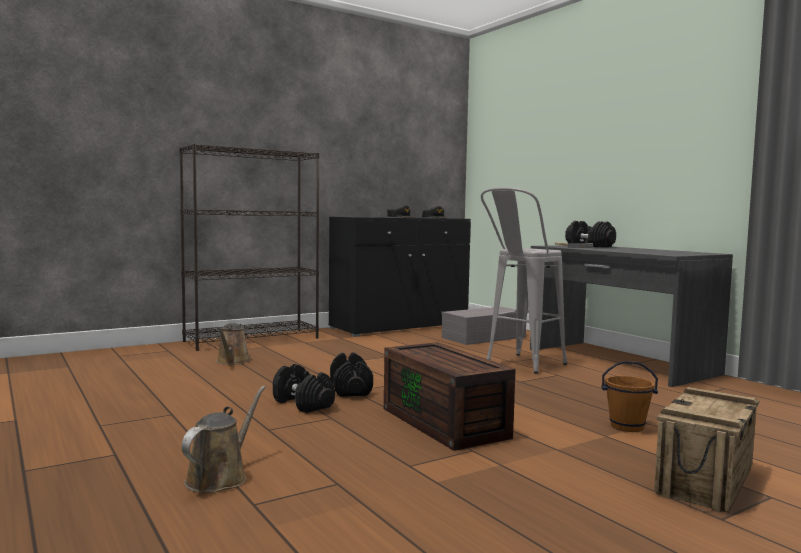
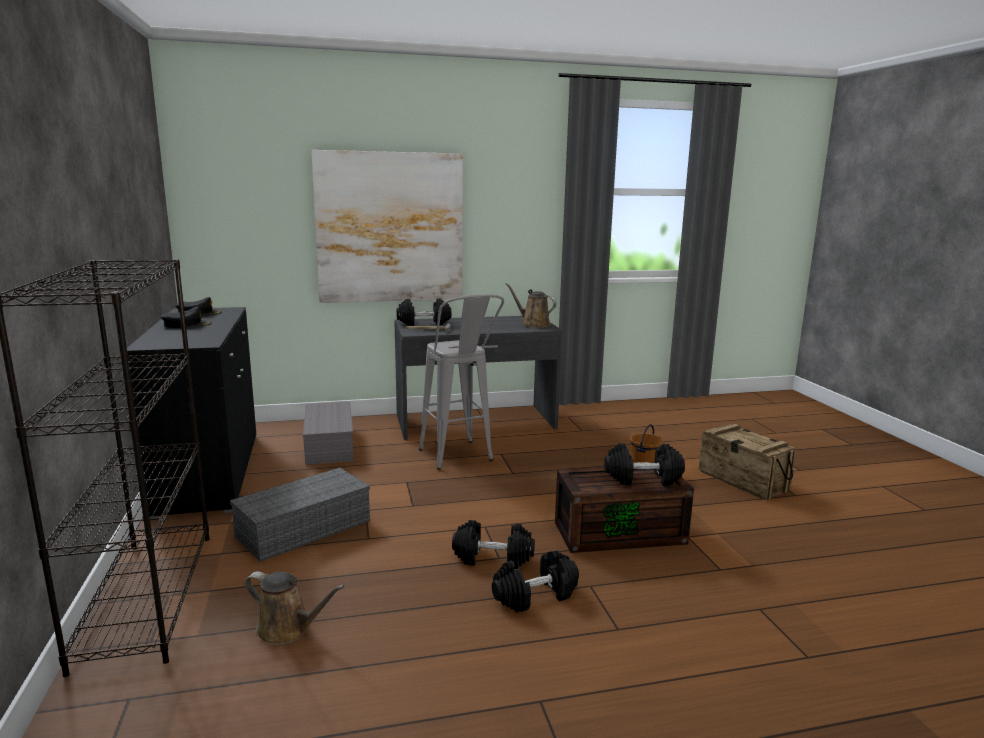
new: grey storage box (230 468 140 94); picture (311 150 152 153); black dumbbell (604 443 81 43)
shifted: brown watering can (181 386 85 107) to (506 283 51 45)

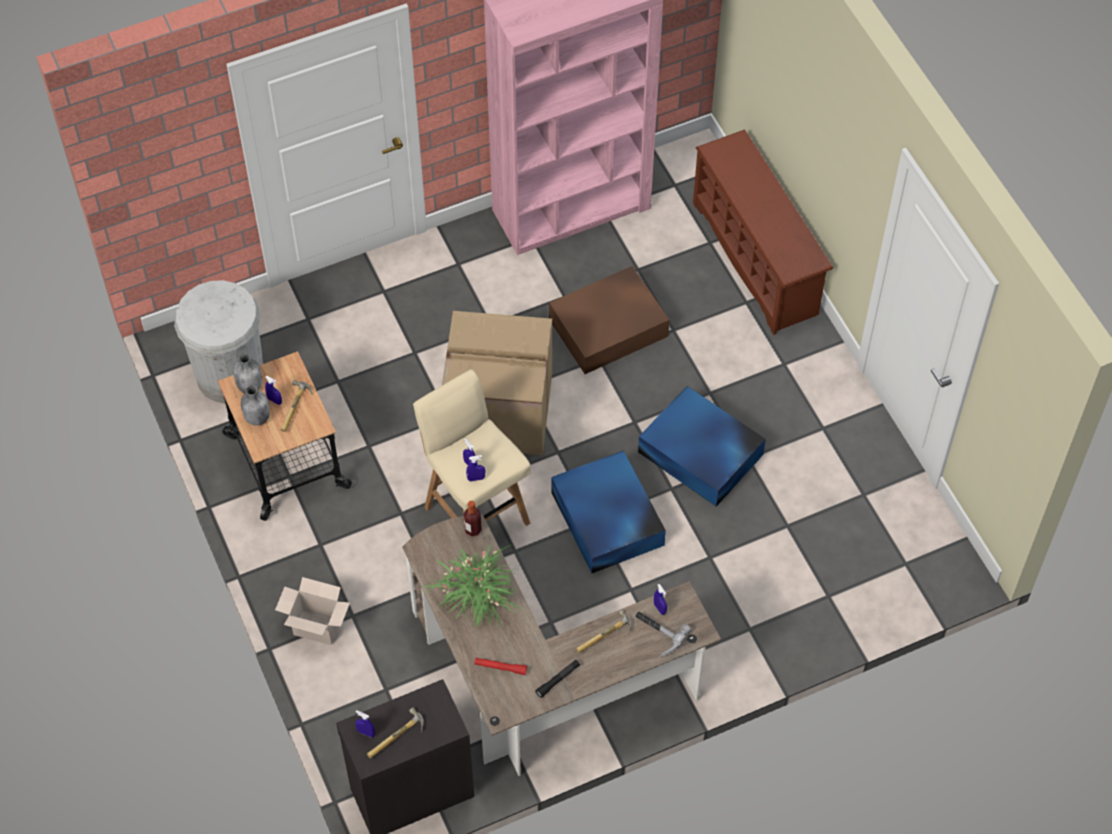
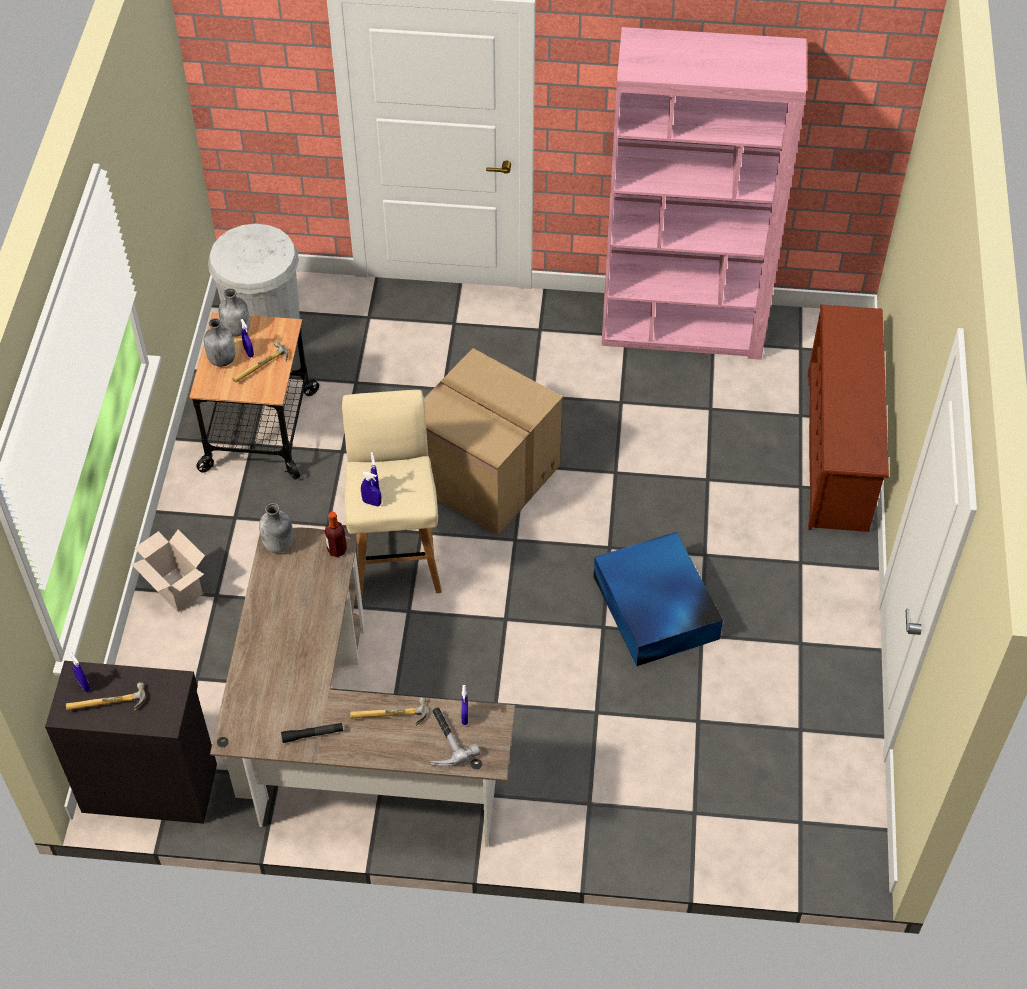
gone: potted plant (423 544 99 84); red flashlight (475 658 52 17); brown storage box (549 266 121 108); blue storage box (551 450 115 123)
new: grey bottle (259 503 34 50)

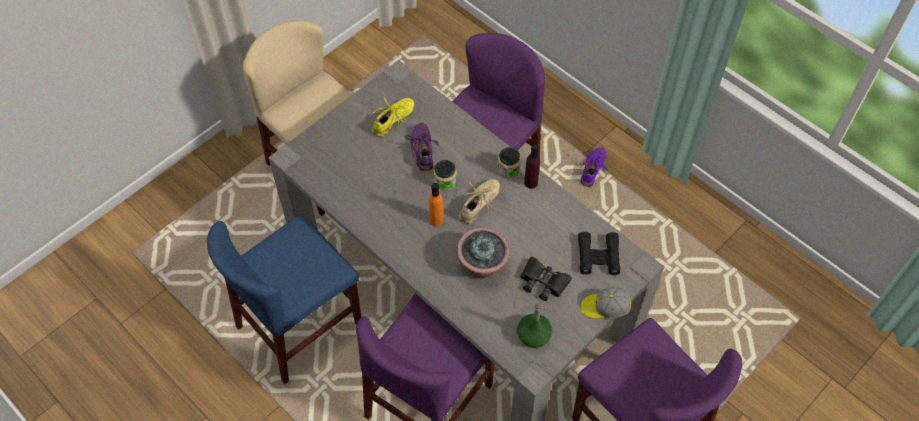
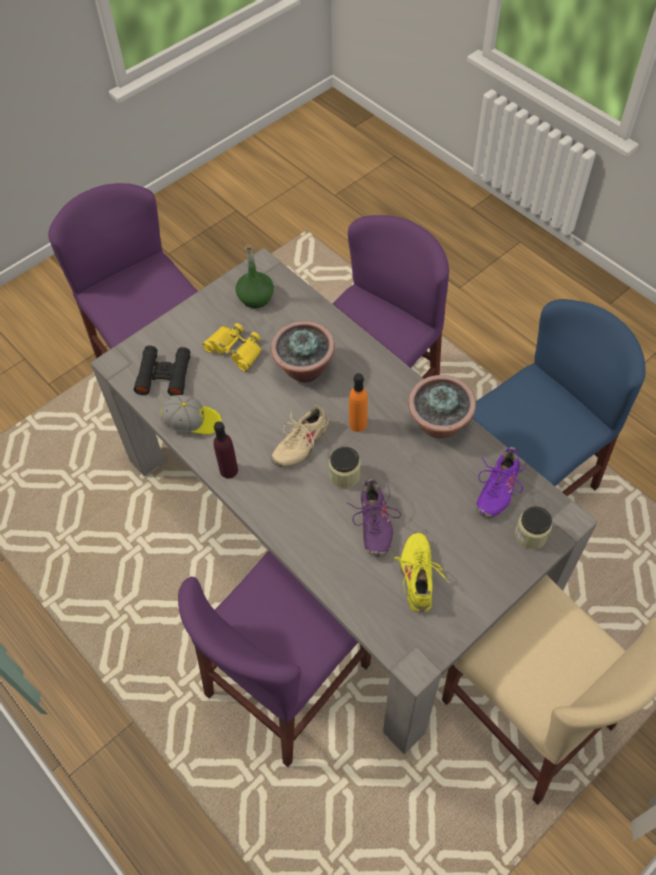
new: potted plant (408 375 68 63)
shifted: cap (581 287 50 31) to (160 395 62 40); purple shoe (579 148 28 39) to (476 447 51 71); jar (497 147 24 31) to (515 506 37 43)
repainted: black binoculars (520 257 52 44) to yellow binoculars (202 323 60 48)
rotated: yellow shoe (371 96 44 41) = (394 532 55 81) 135 degrees clockwise

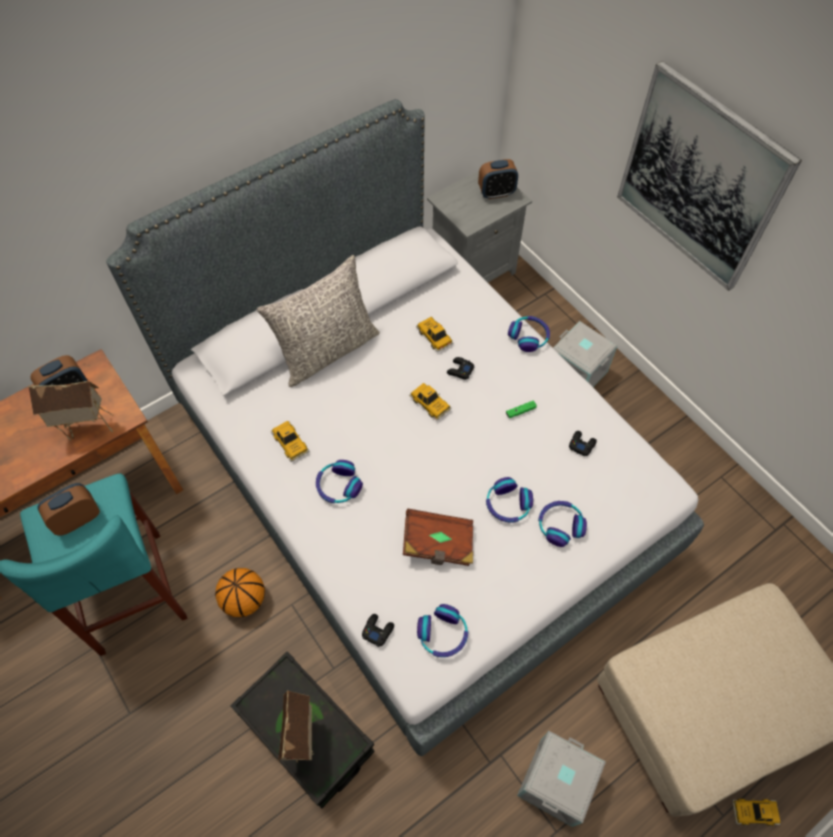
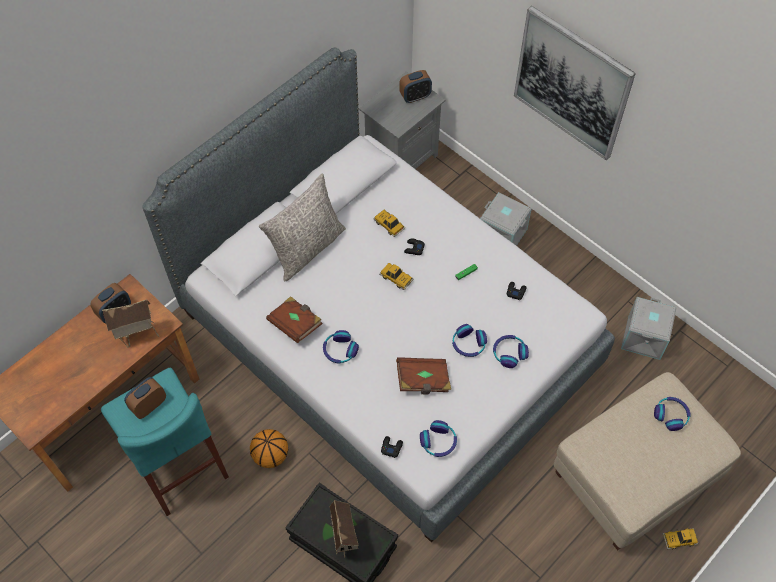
shifted: grey storage box (517 731 89 96) to (621 297 56 63); headphones (508 316 42 36) to (654 397 36 34)
swapped: toy car (271 421 38 41) to brown book (266 296 57 47)

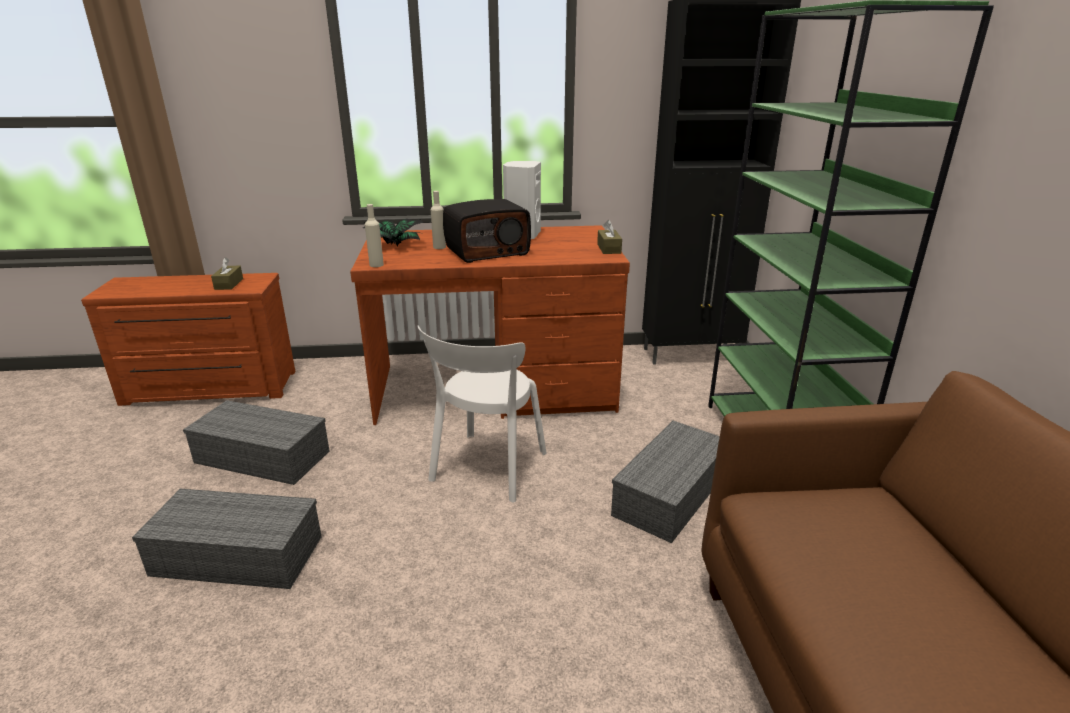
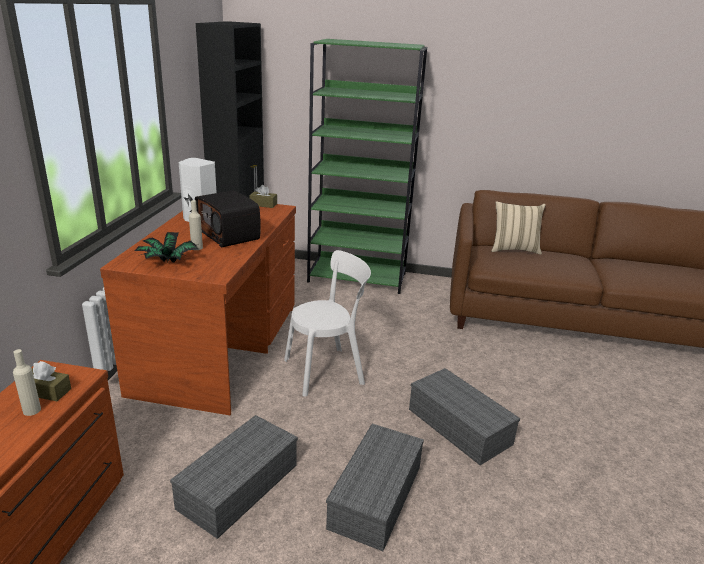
new: beige pillow (491 201 55 54)
shifted: beige bottle (365 204 19 63) to (13 349 28 67); grey storage box (611 421 109 122) to (409 368 111 97)
rotated: radio (443 199 88 64) = (195 191 66 56) 150 degrees clockwise; white chair (417 325 130 178) = (284 250 87 147) 60 degrees counterclockwise

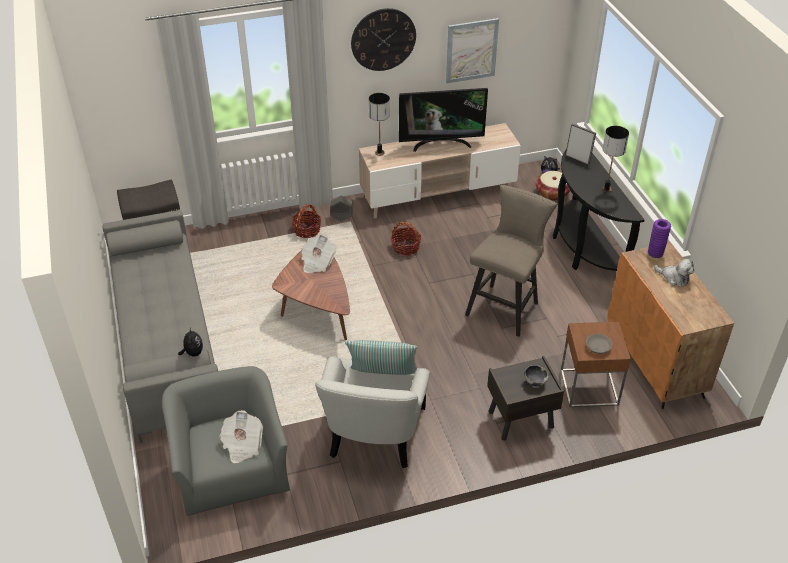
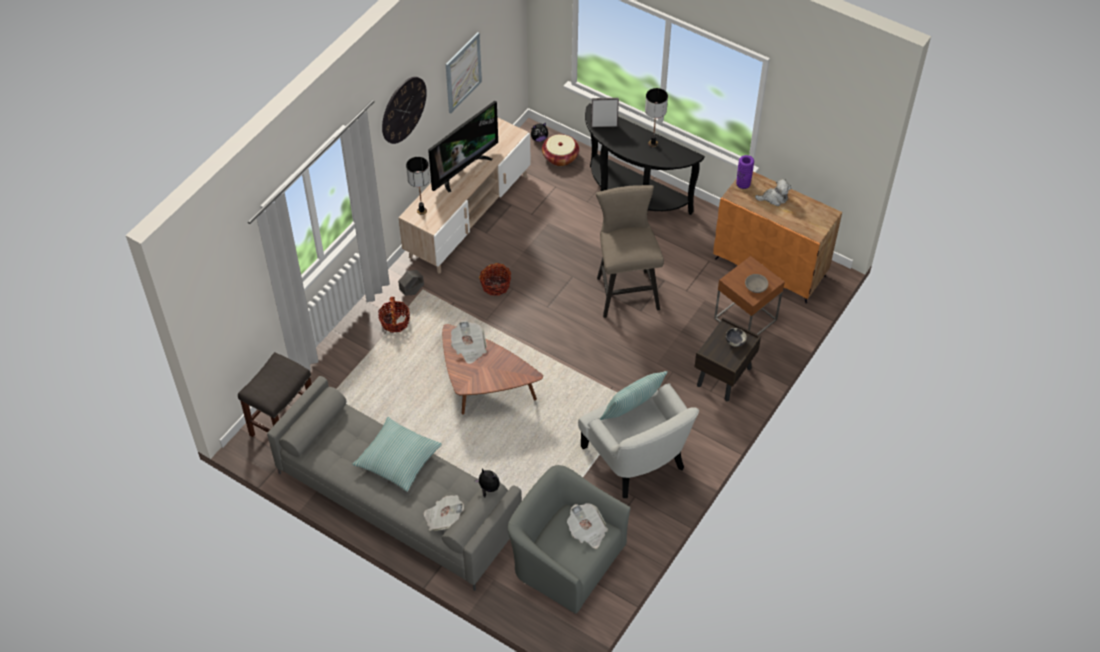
new: pillow (352 417 90 75); newspaper (423 495 41 36)

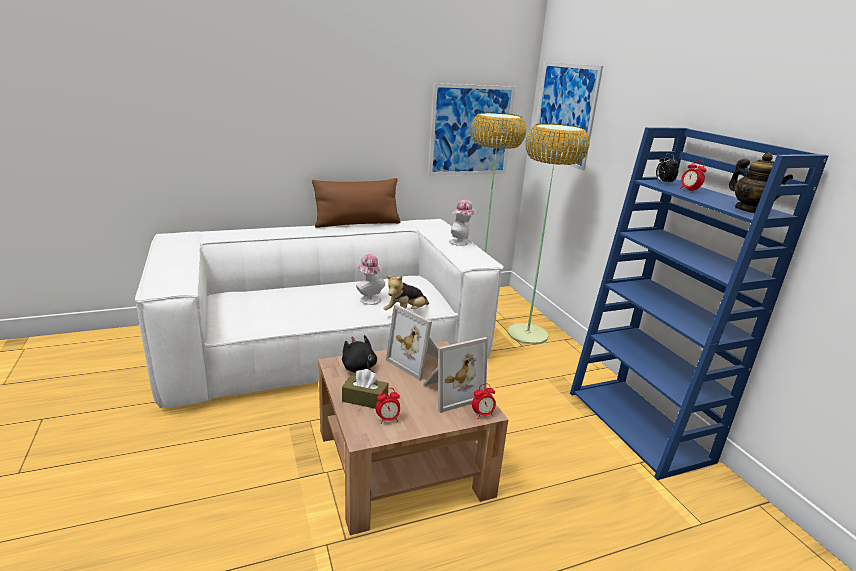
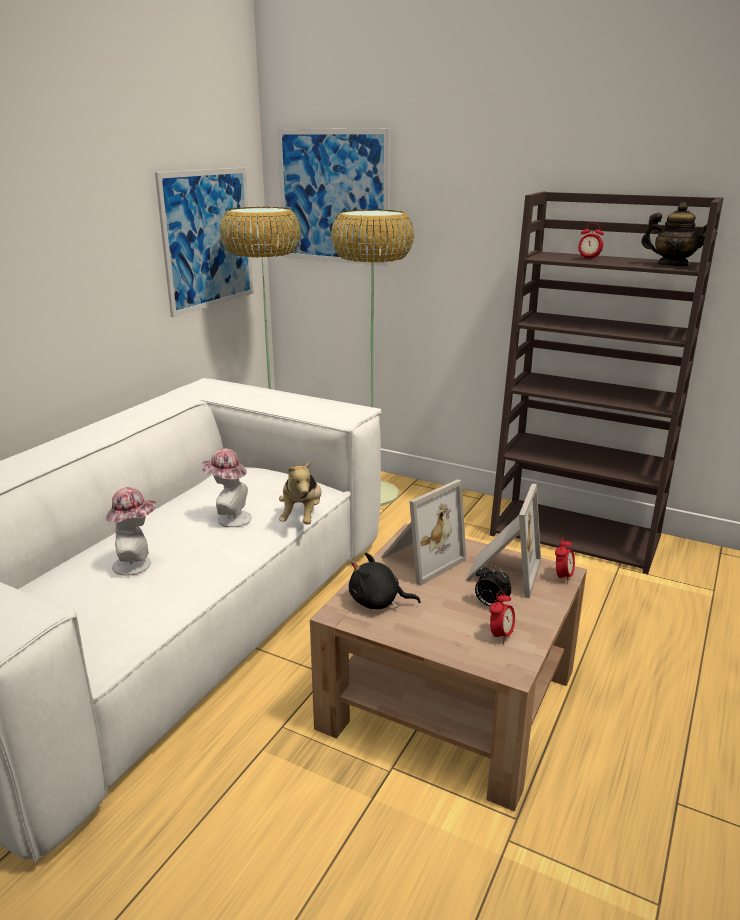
gone: brown pillow (312 178 88 50); brown tissue box (342 369 46 40)
shifted: hat (449 200 29 46) to (106 487 51 89); alarm clock (656 153 22 31) to (475 564 37 42)
repainted: blue bookcase (570 127 259 353) to brown bookcase (490 192 233 382)
rotated: picture frame (386 304 52 76) = (381 479 85 107) 45 degrees counterclockwise

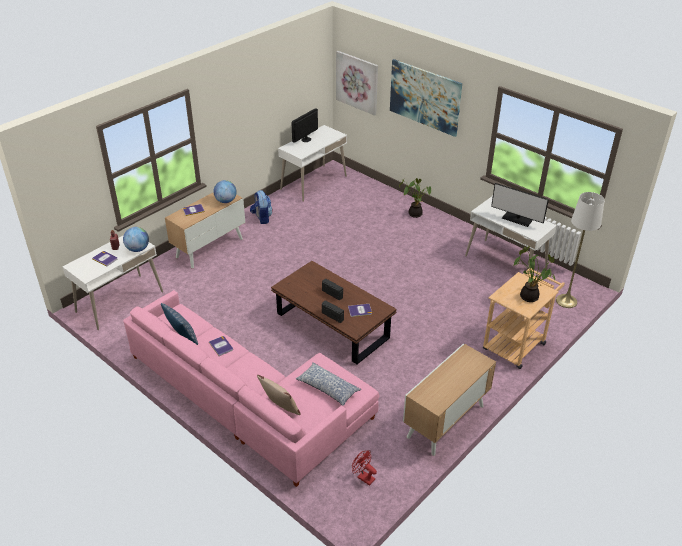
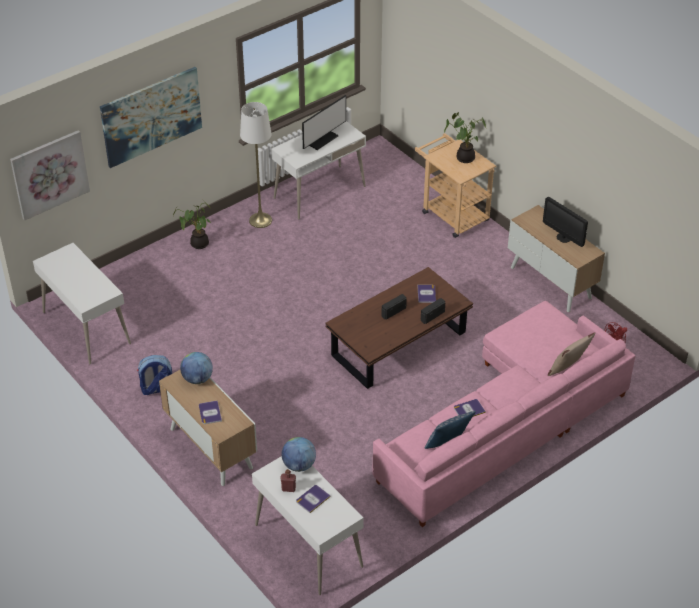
gone: pillow (296 362 65 44)
shifted: white floor lamp (556 192 49 116) to (240 102 32 126); monitor (292 108 26 35) to (543 197 45 50)

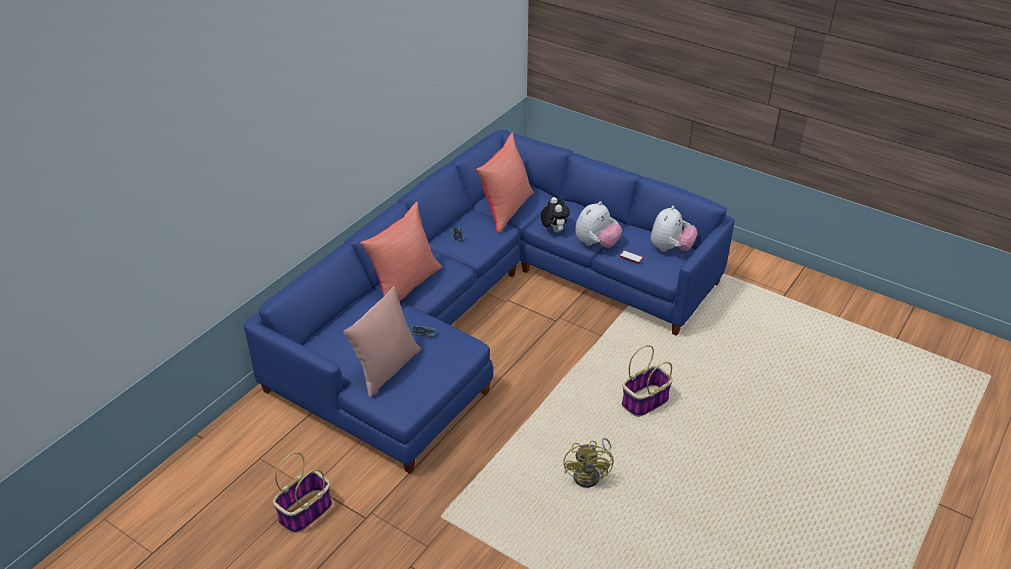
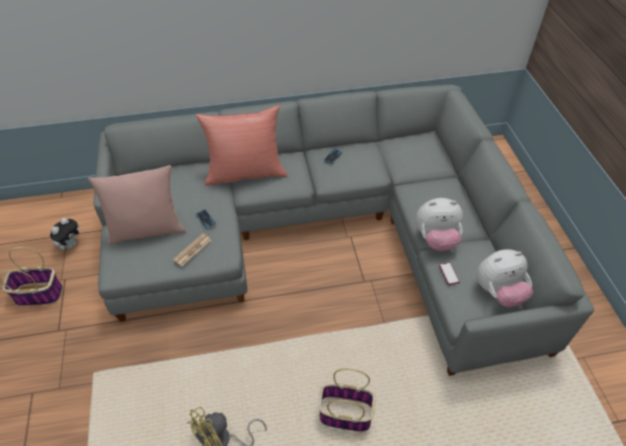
gone: red pillow (476 133 58 100)
new: newspaper (173 234 38 32)
shifted: plush toy (541 197 29 36) to (50 218 30 32)
repainted: blue sofa (243 130 492 344) to grey sofa (94 85 500 291)

